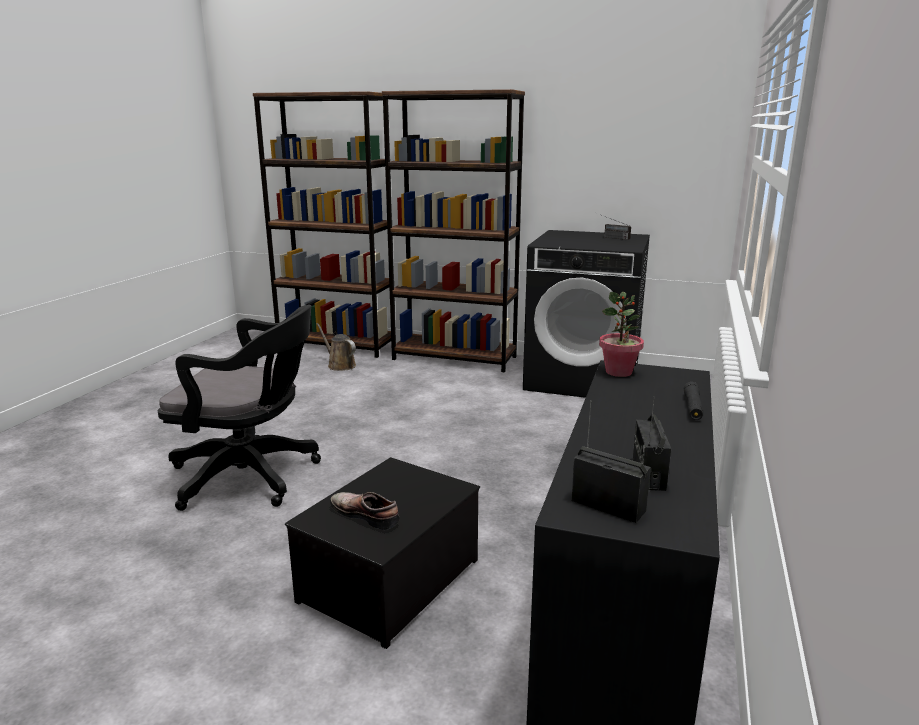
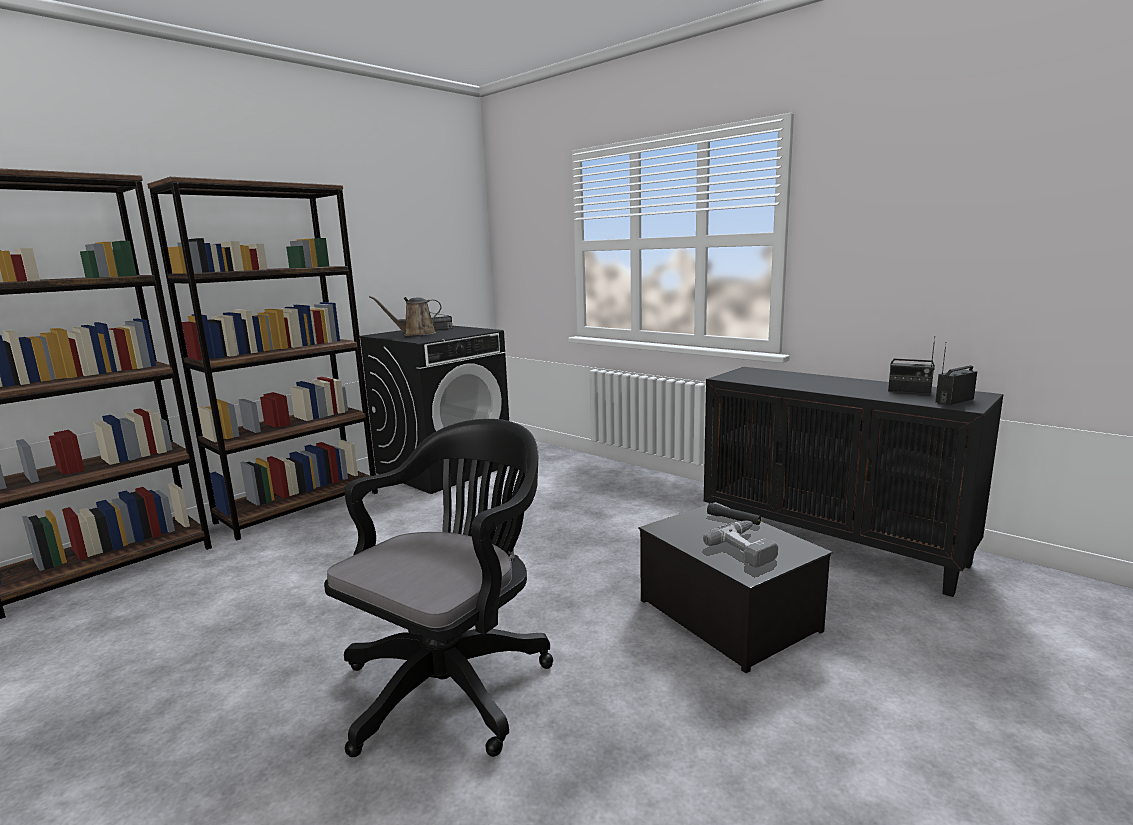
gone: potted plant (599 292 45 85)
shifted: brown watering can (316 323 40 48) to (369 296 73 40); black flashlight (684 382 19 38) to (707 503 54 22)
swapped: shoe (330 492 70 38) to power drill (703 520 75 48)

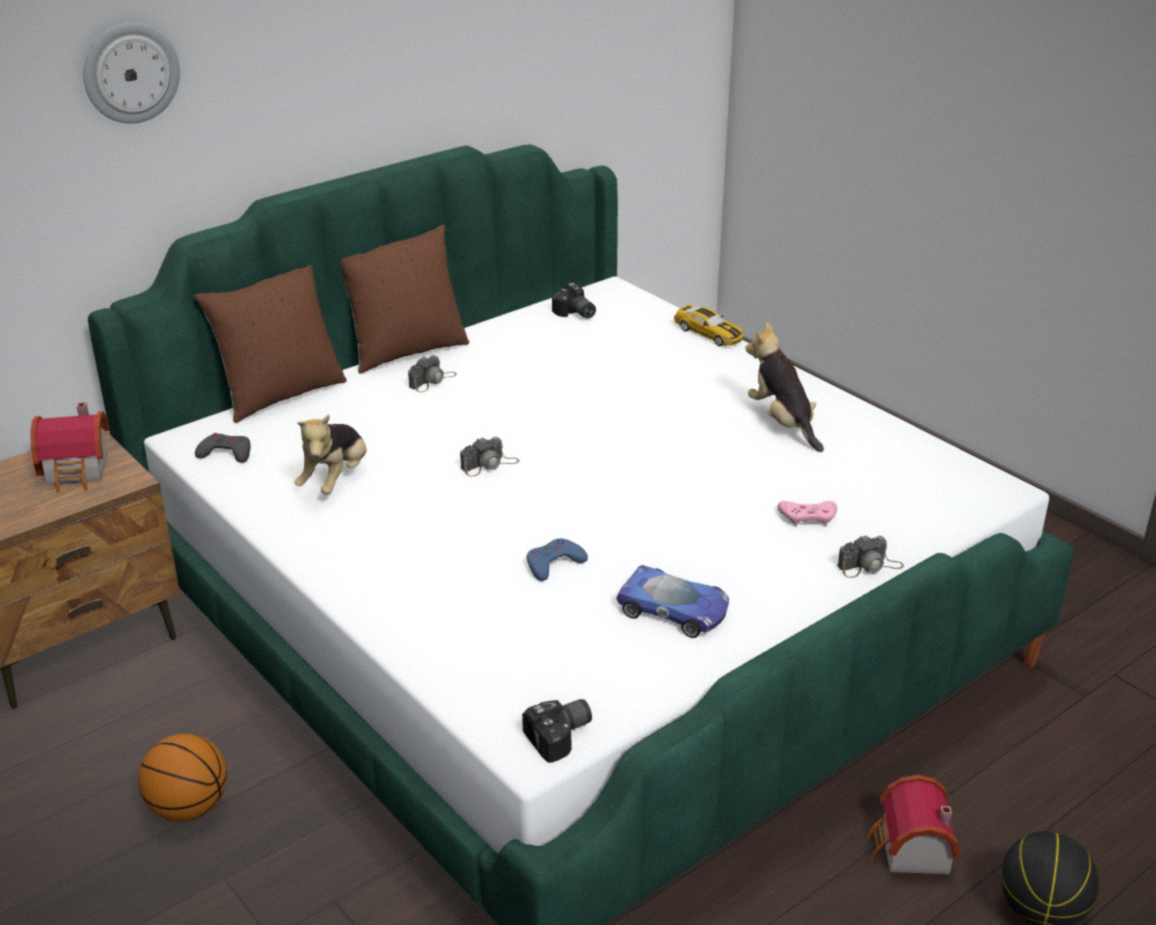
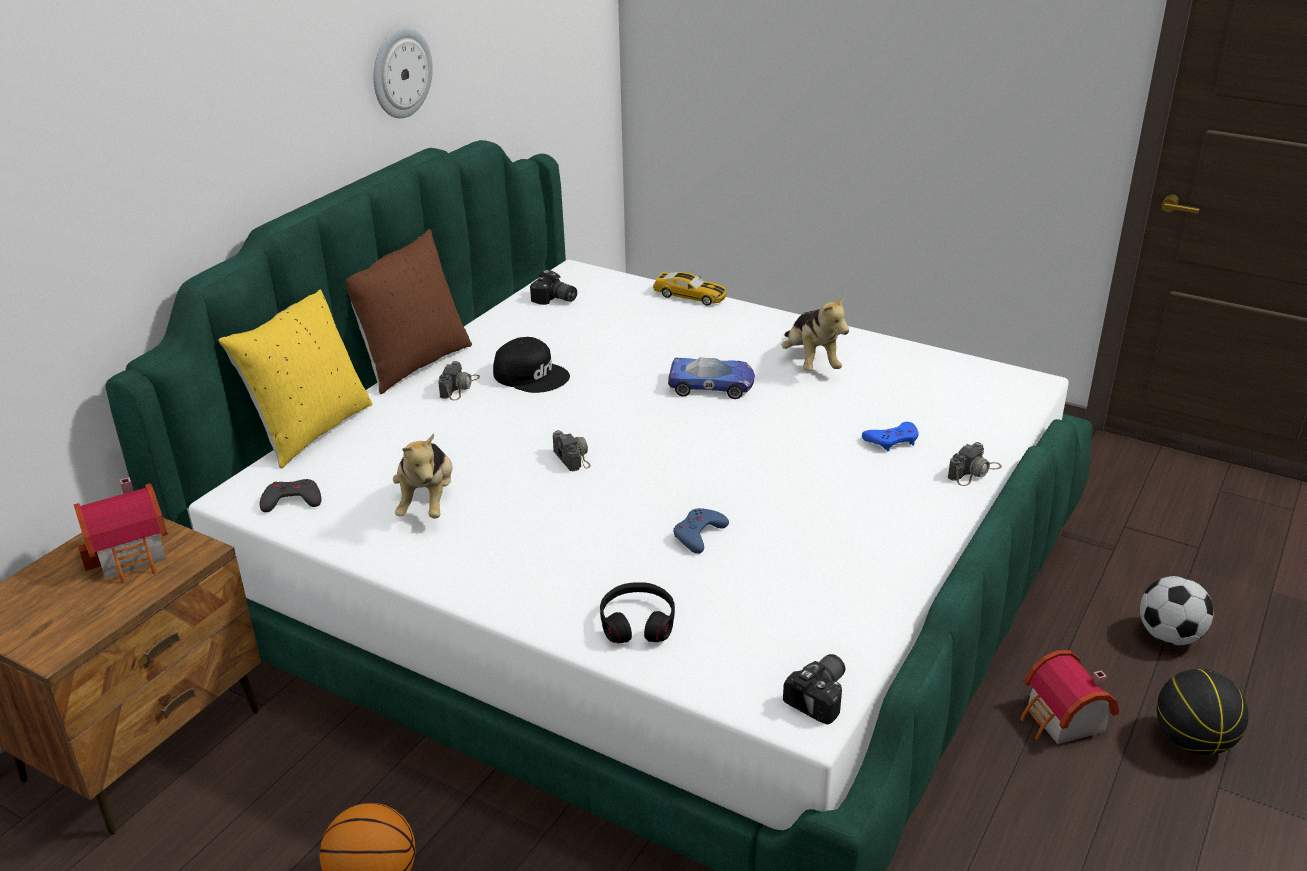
new: black cap (493 337 77 56); black headphones (600 582 75 61); football (1140 576 74 69)
shifted: wall clock (83 22 97 102) to (373 27 60 91); toy car (616 565 113 73) to (668 358 87 41)
repainted: brown pillow (195 265 152 158) to yellow pillow (218 289 154 179); pink game controller (778 501 59 26) to blue game controller (862 422 57 29)
rotated: photo camera (460 437 60 40) = (553 430 38 41) 60 degrees counterclockwise; plush toy (746 322 78 130) = (782 294 67 77) 150 degrees counterclockwise

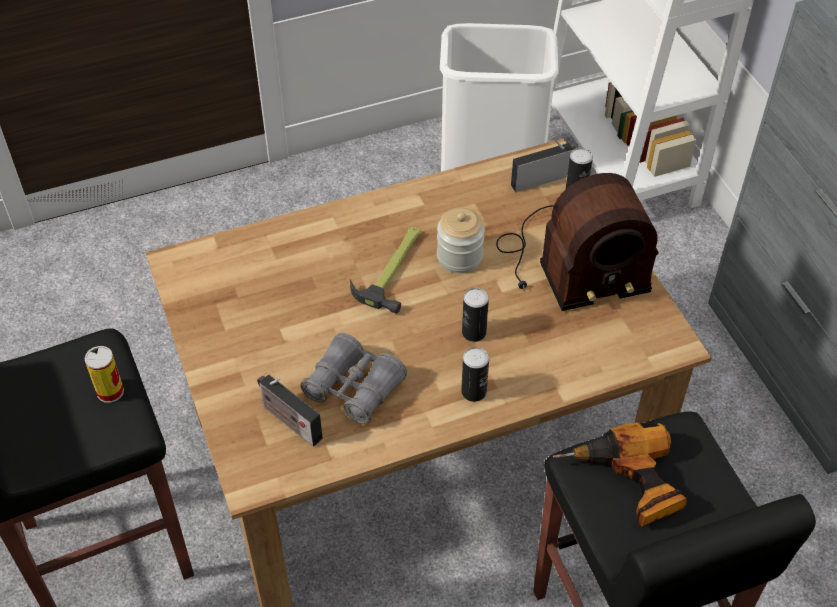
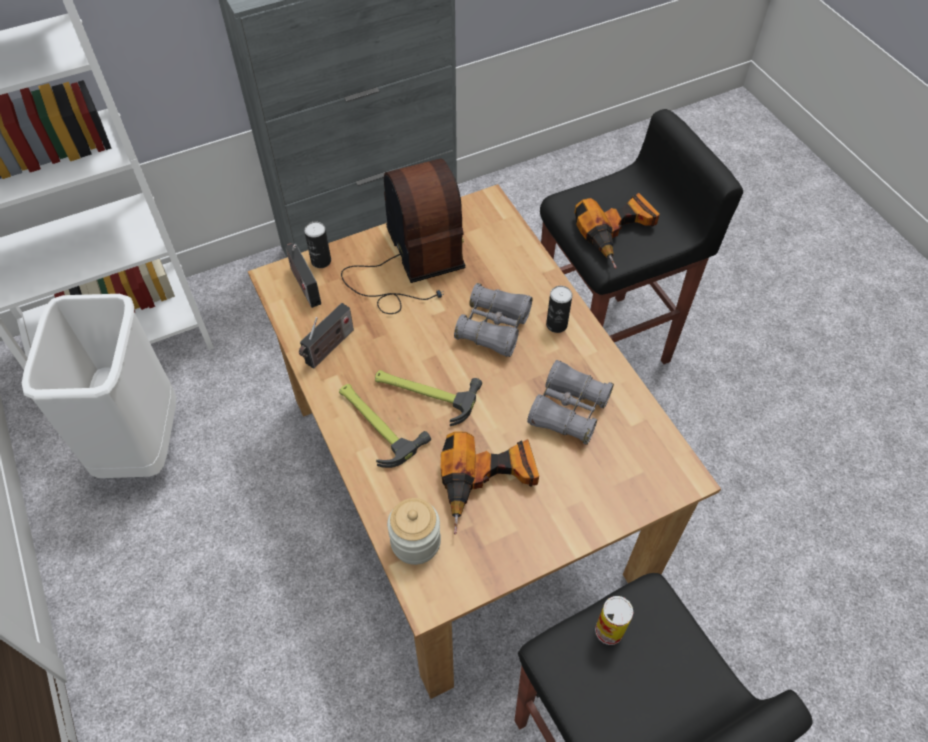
new: hammer (339 384 92 84); power drill (441 431 98 104)
shifted: radio (257 375 66 71) to (299 303 55 66); jar (437 207 48 66) to (387 498 54 67)
swapped: can (462 288 27 54) to grey binoculars (454 283 78 74)

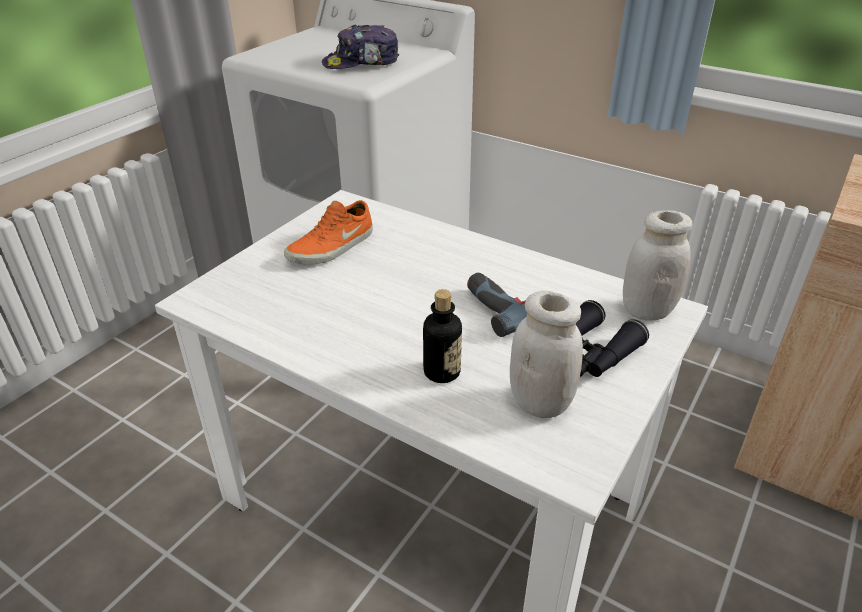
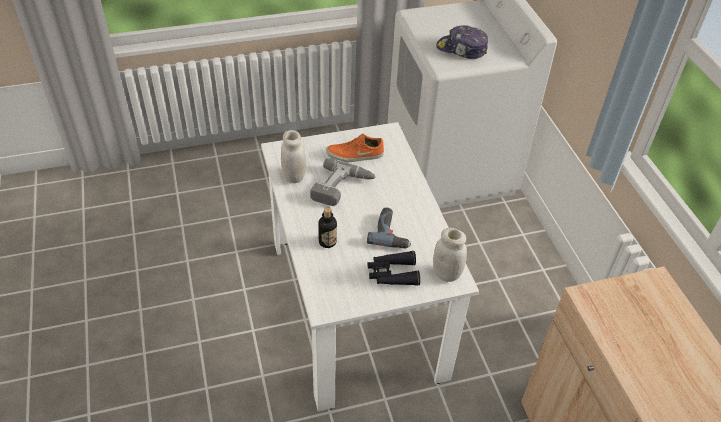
new: power drill (310 158 66 48)
shifted: white jar (510 291 73 127) to (281 130 25 53)

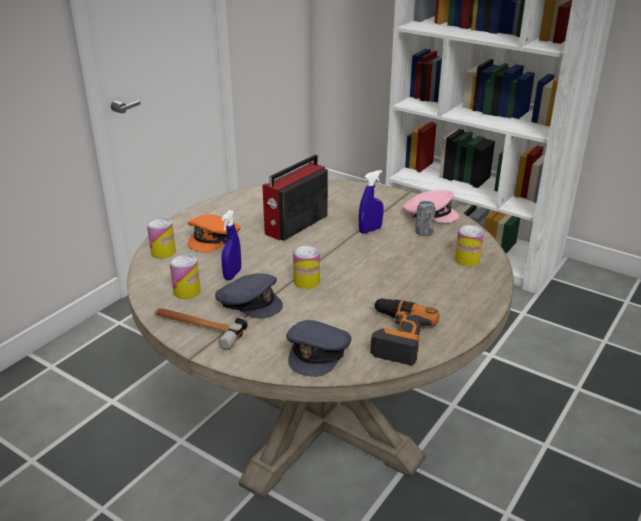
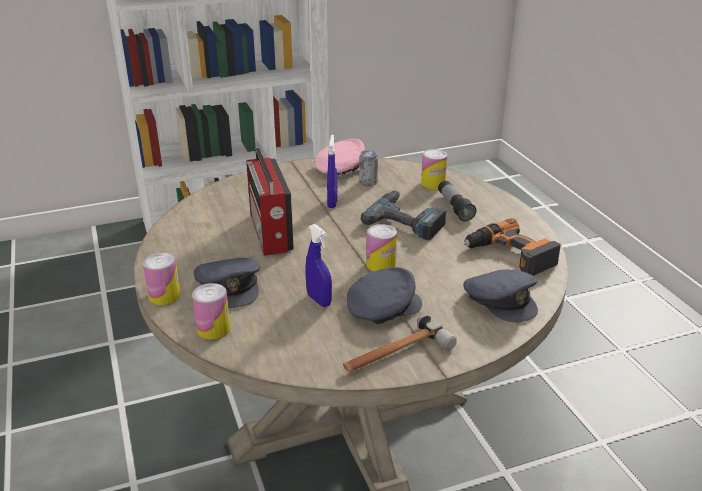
new: power drill (361 190 86 50); flashlight (438 181 38 40)
shifted: can (170 254 30 45) to (143 253 38 52)
repainted: orange cap (187 214 54 38) to grey cap (194 258 66 50)

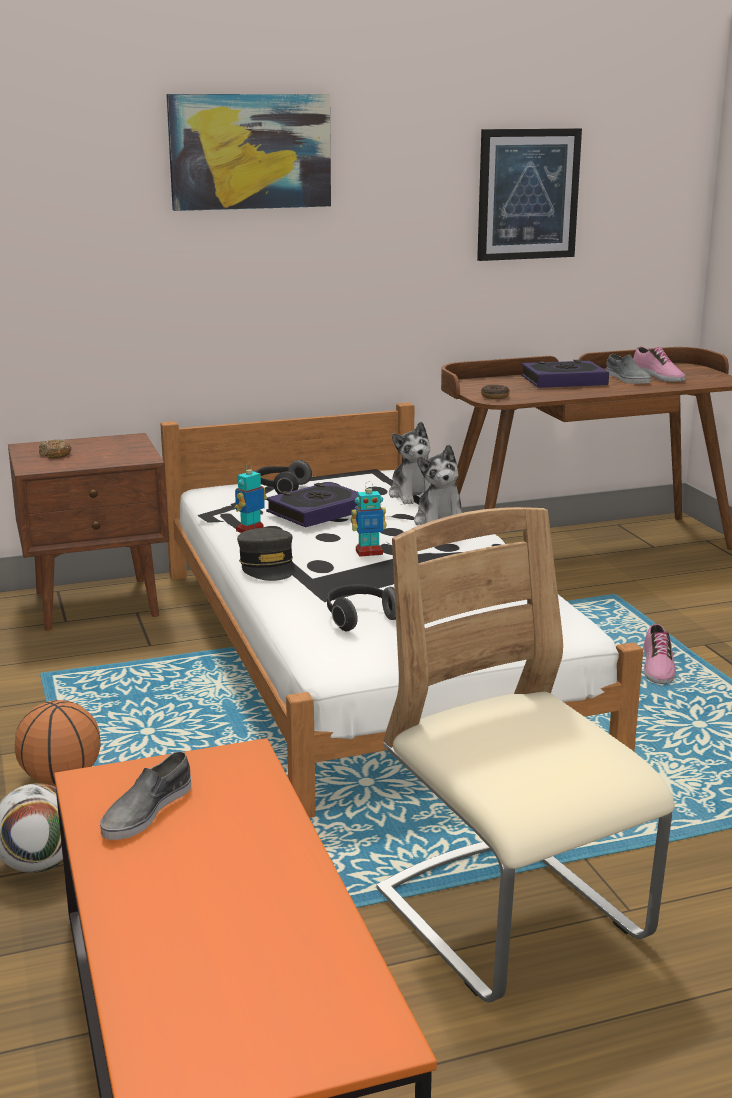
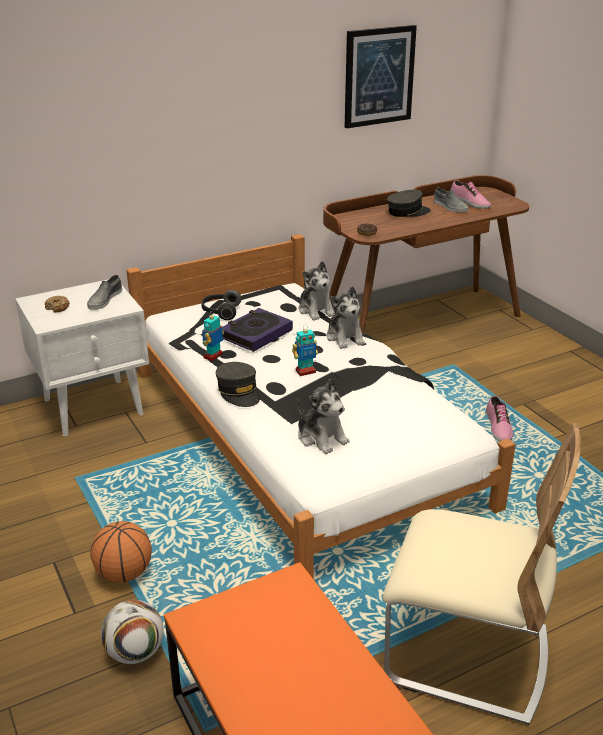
gone: picture (166 94 165 117)
shifted: grey shoe (100 751 91 89) to (87 275 35 35)
swapped: headphones (327 584 69 47) to plush toy (297 378 53 76); book (521 360 88 28) to grey cap (387 190 44 27)
repainted: brown nightstand (8 433 161 198) to white nightstand (15 279 134 157)
rotated: beige chair (376 507 299 495) = (383 423 198 302) 150 degrees clockwise

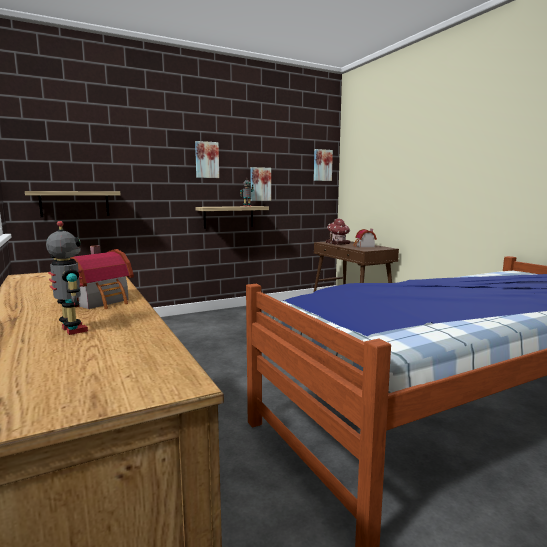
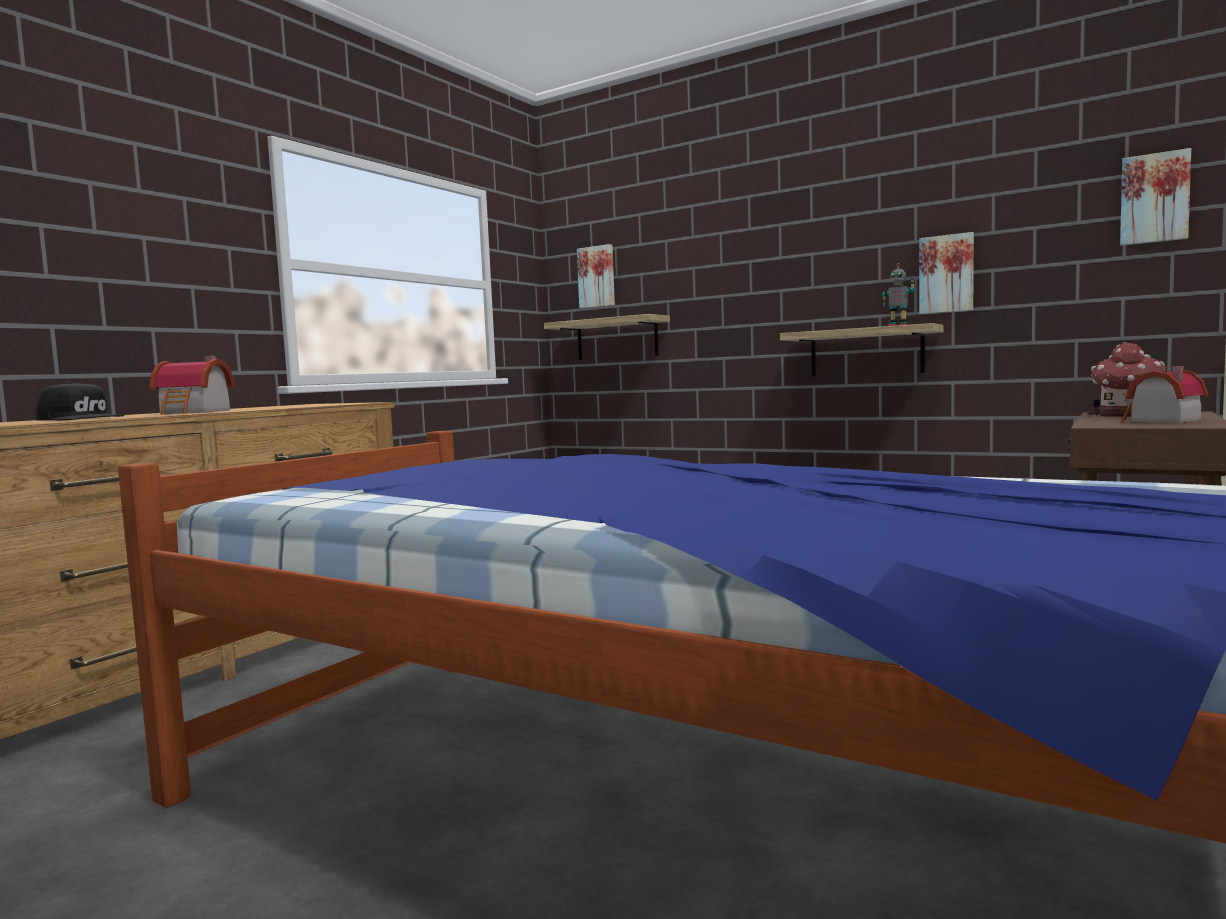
shifted: picture (195 141 24 37) to (577 244 38 64)
swapped: toy robot (46 221 42 114) to black cap (36 382 89 39)

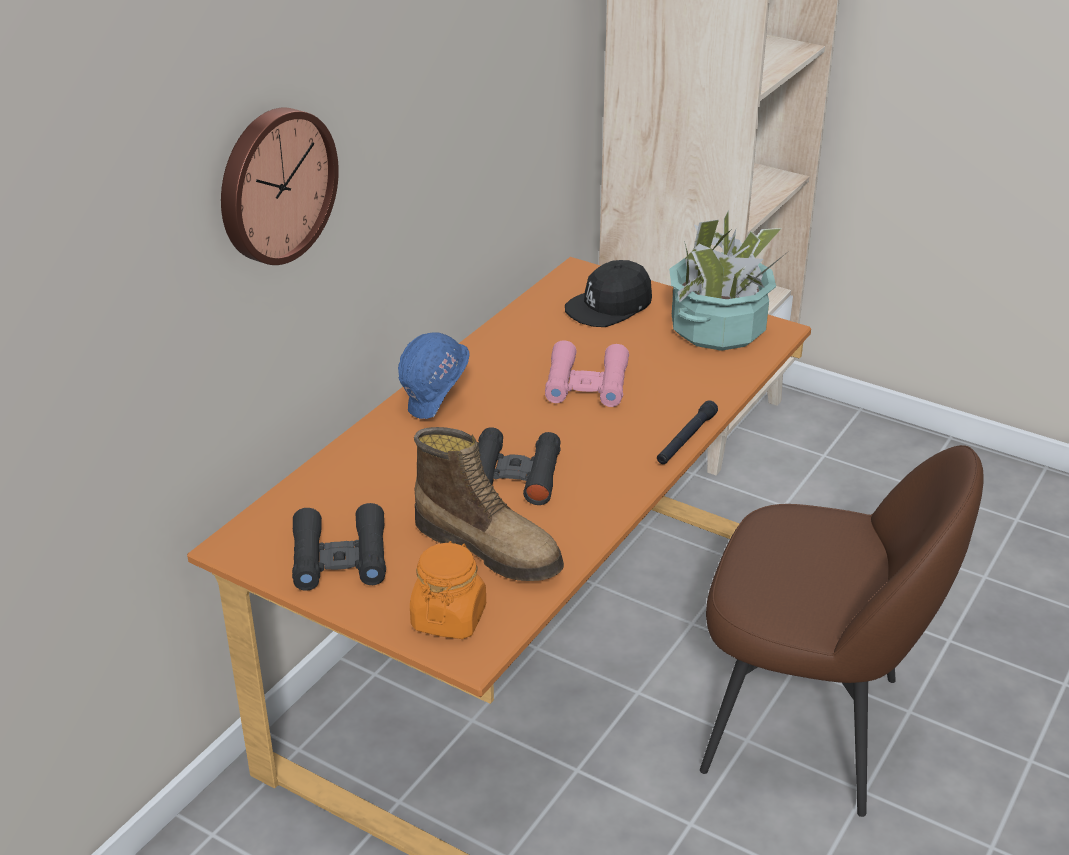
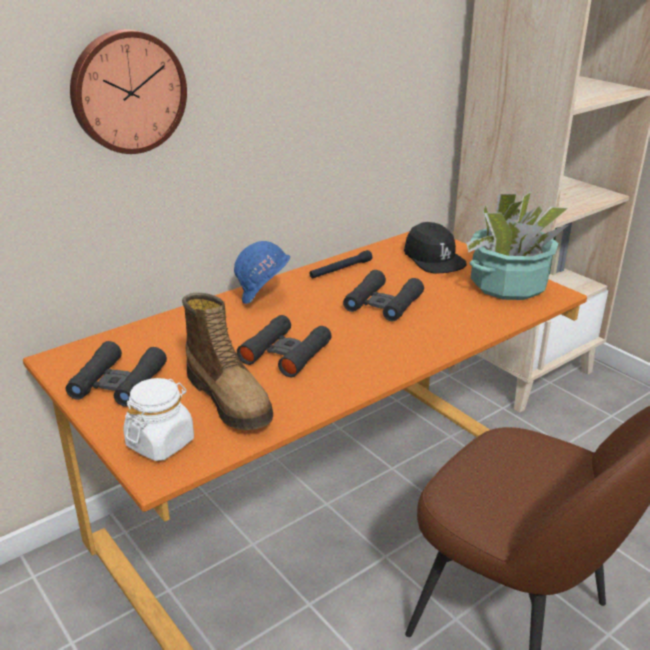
shifted: black flashlight (657 400 61 64) to (310 250 62 28)
repainted: orange jar (410 541 76 98) to white jar (123 378 71 83); pink binoculars (545 340 84 67) to black binoculars (343 270 81 52)
rotated: black cap (565 260 87 67) = (404 222 63 52) 105 degrees counterclockwise

